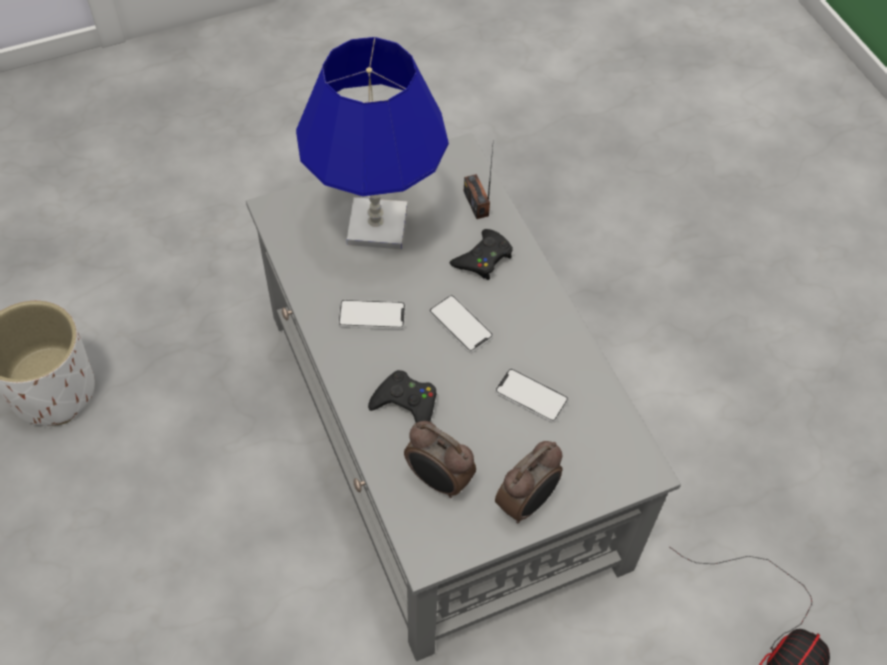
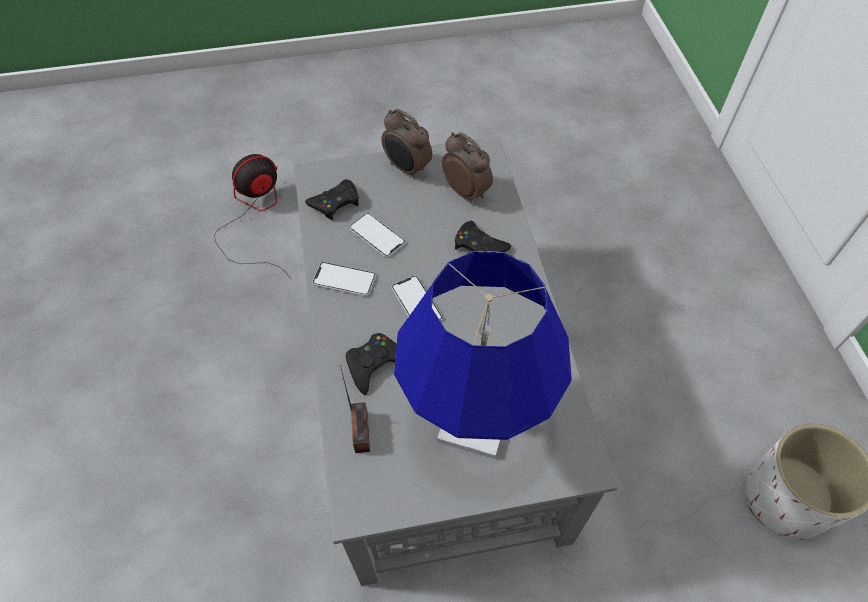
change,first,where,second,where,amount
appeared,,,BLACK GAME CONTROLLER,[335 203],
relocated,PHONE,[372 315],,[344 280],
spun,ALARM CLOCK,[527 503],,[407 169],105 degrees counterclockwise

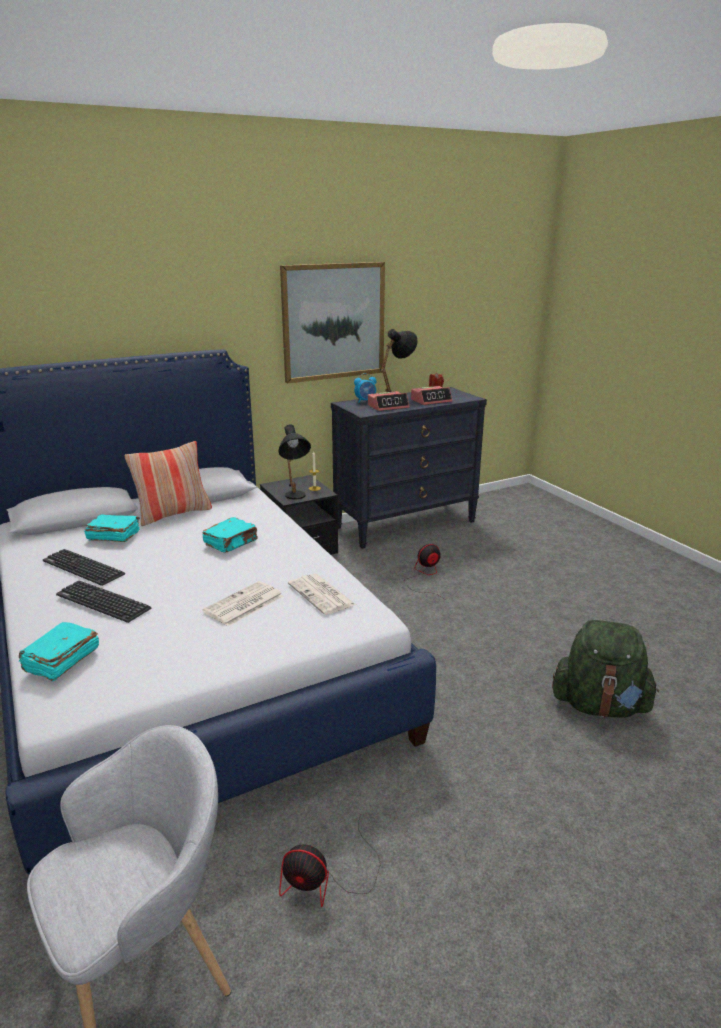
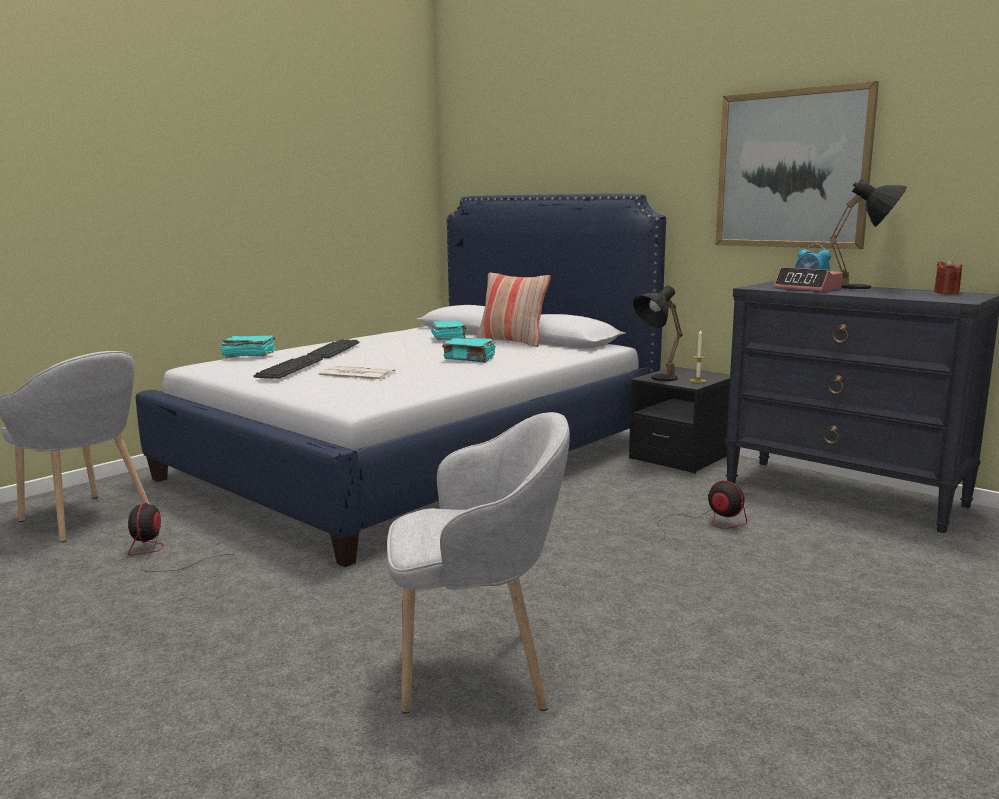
change,first,where,second,where,amount
relocated,KEYBOARD,[83 568],,[290 368],
exchanged,GREEN BACKPACK,[599 706],GREY ARMCHAIR,[479 671],
missing,NEWSPAPER,[322 595],,,
missing,ALARM CLOCK,[431 400],,,

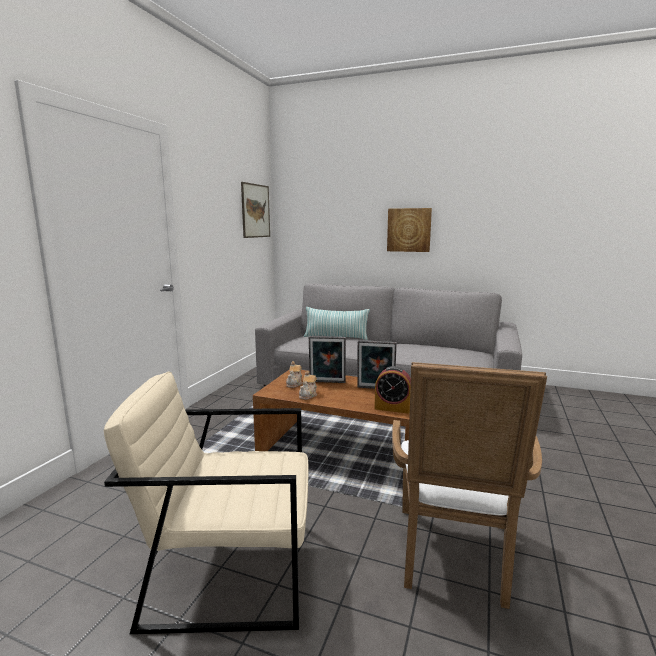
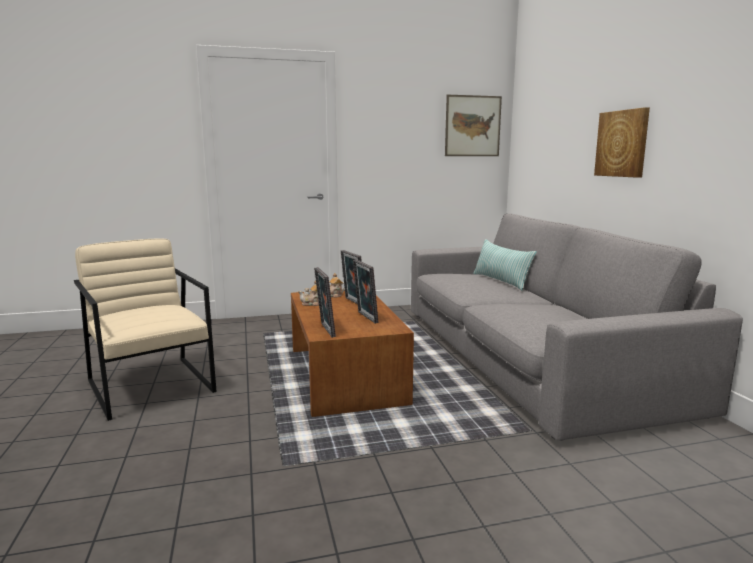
change,first,where,second,where,amount
exchanged,ALARM CLOCK,[392 408],PICTURE FRAME,[325 330],
missing,WHITE ARMCHAIR,[453 560],,,

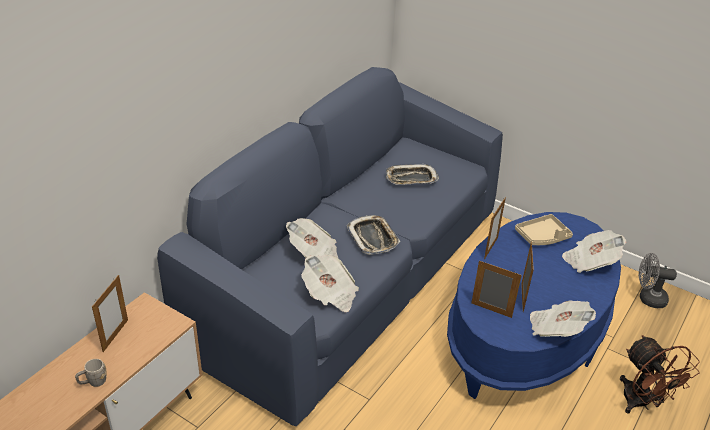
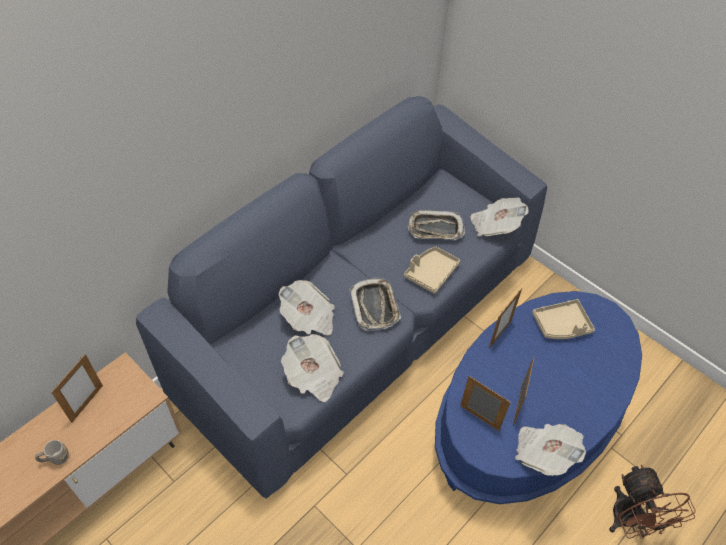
change,first,where,second,where,amount
appeared,,,BEIGE TRAY,[431 273],
relocated,NEWSPAPER,[590 262],,[495 226],
missing,GREY FAN,[648 298],,,

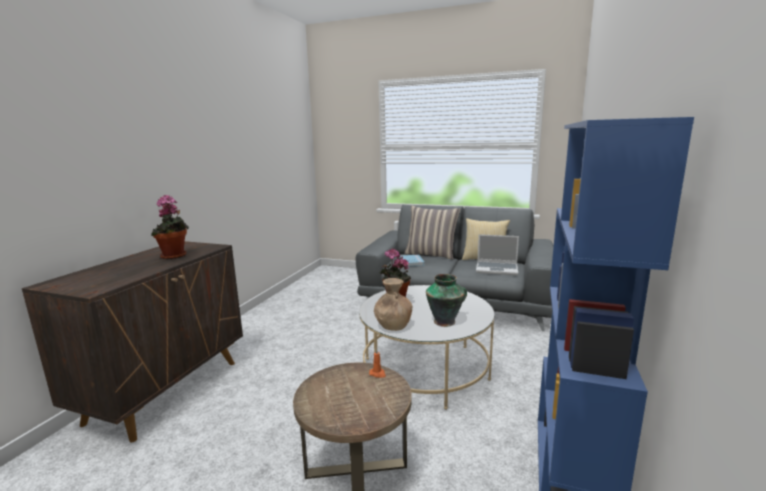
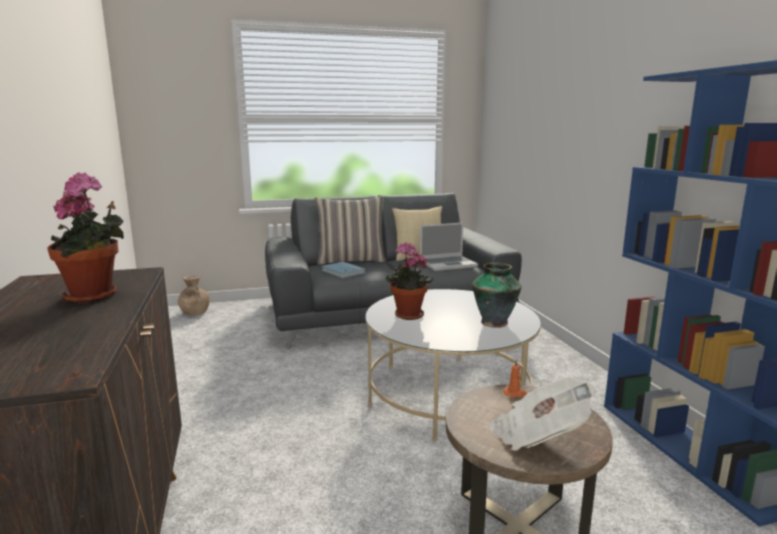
change,first,where,second,where,amount
relocated,BROWN VASE,[393 325],,[194 313],
appeared,,,NEWSPAPER,[537 435],

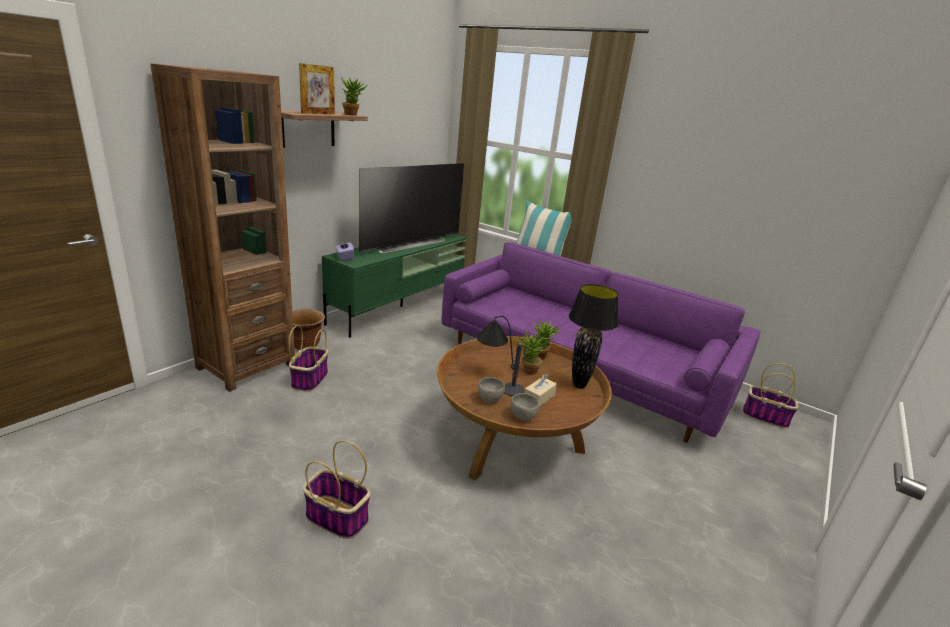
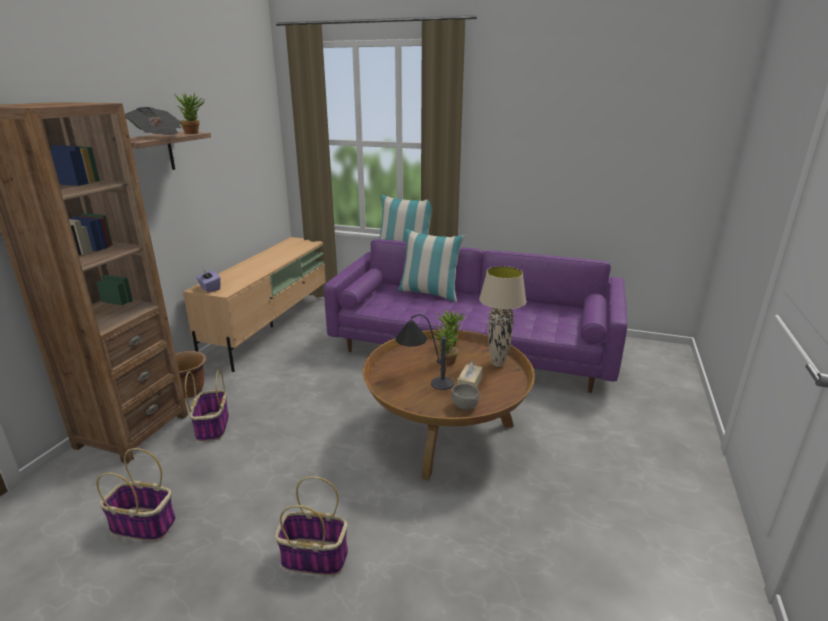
change,first,where,second,where,amount
relocated,BASKET,[765 417],,[145 525],
exchanged,PICTURE FRAME,[318 113],NEWSPAPER,[159 137],
colour,GREEN TV STAND,[402 306],BEIGE TV STAND,[273 326],
appeared,,,PILLOW,[429 293],
colour,BLACK TABLE LAMP,[579 385],BEIGE TABLE LAMP,[498 364],
missing,TELEVISION,[409 243],,,
missing,GREY BOWL,[489 399],,,

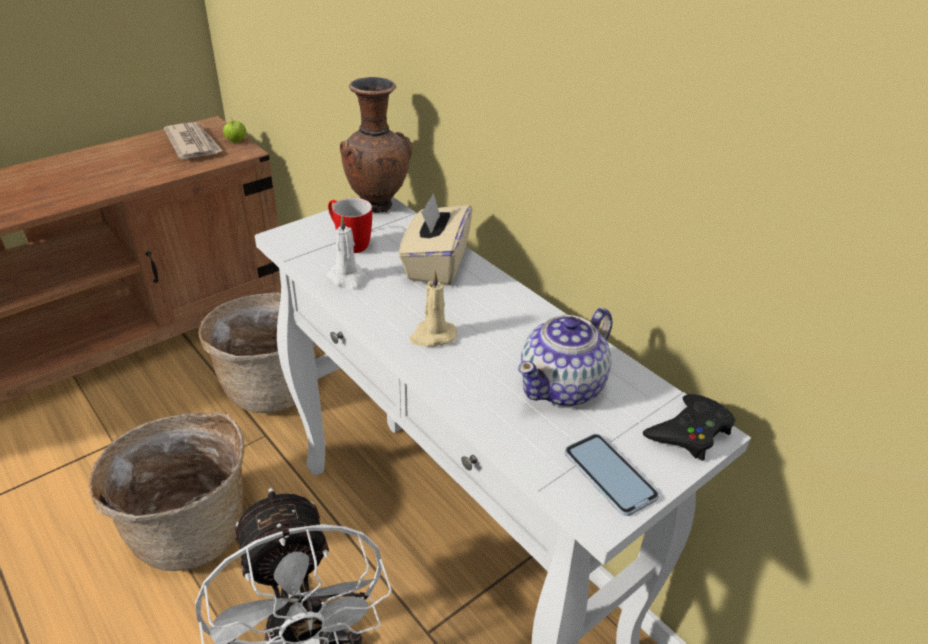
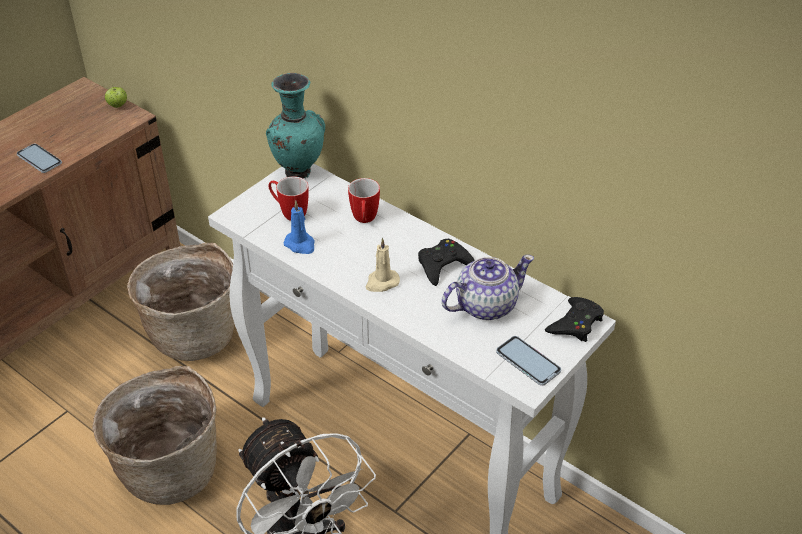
change,first,where,second,where,amount
appeared,,,PHONE,[39 159],
colour,BROWN VASE,[377 205],TURQUOISE VASE,[298 171],
colour,WHITE CANDLE,[348 278],BLUE CANDLE,[300 244],
exchanged,BEIGE TISSUE BOX,[435 264],MUG,[364 220],
appeared,,,BLACK GAME CONTROLLER,[443 265],
spun,TEAPOT,[563 386],,[485 305],150 degrees counterclockwise
missing,NEWSPAPER,[193 144],,,

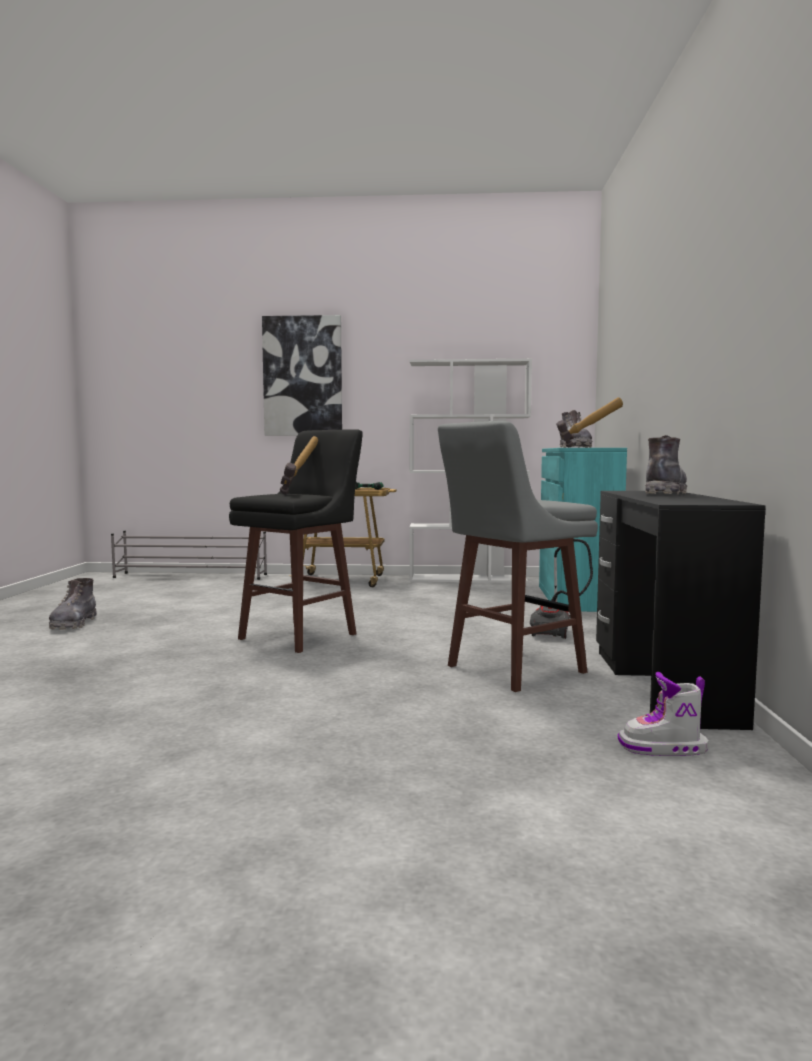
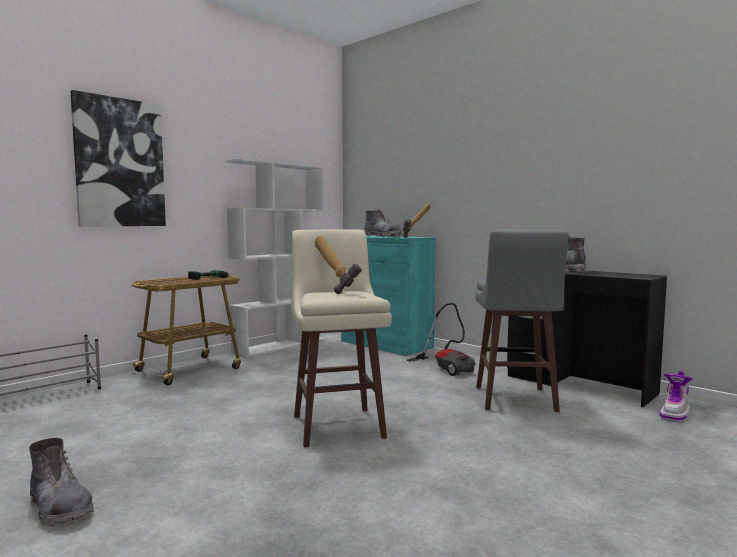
change,first,where,second,where,amount
colour,BLACK STOOL,[301 636],BEIGE STOOL,[338 425],

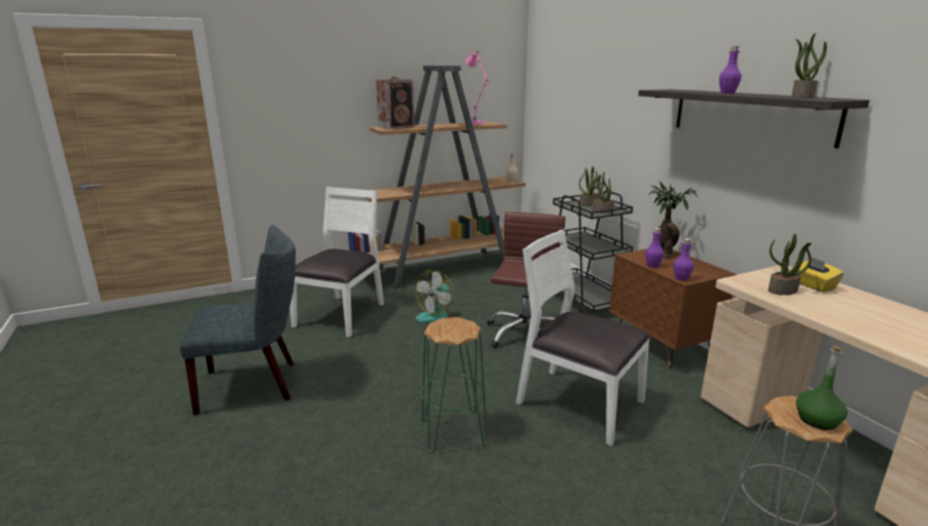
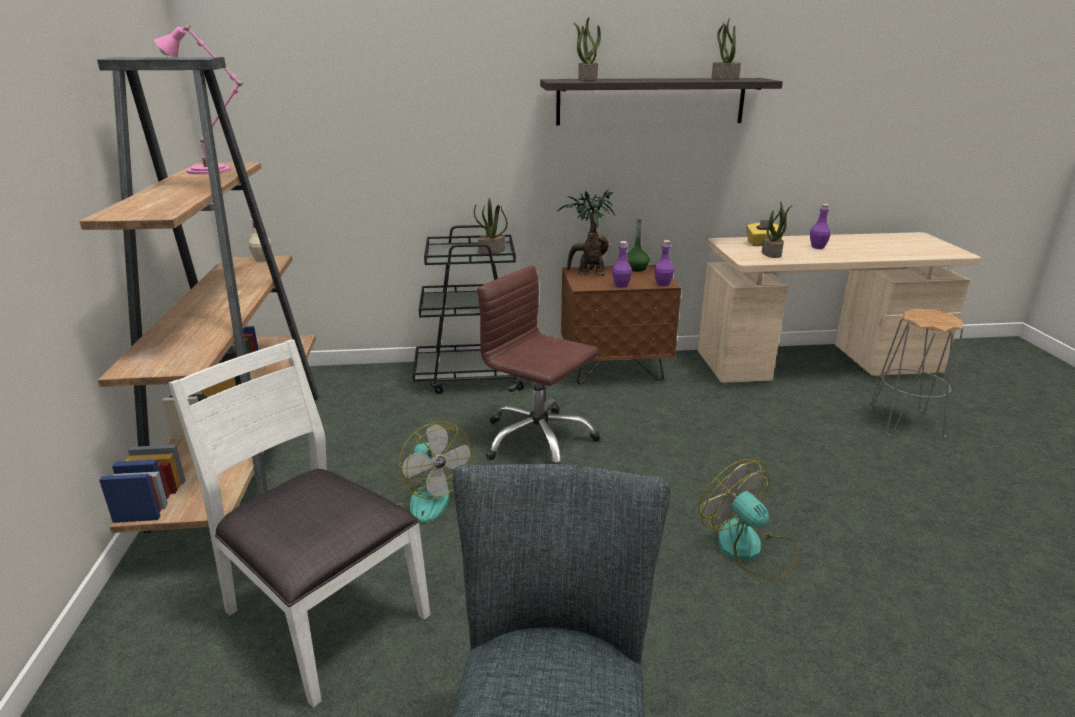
change,first,where,second,where,amount
relocated,POTTED PLANT,[589 204],,[587 79],
relocated,GREEN BOTTLE,[817 420],,[636 268],
exchanged,GREEN STOOL,[453 431],FAN,[749 549],
relocated,PURPLE BOTTLE,[727 93],,[817 247],
missing,SPEAKER,[397 127],,,
missing,WHITE CHAIR,[578 403],,,

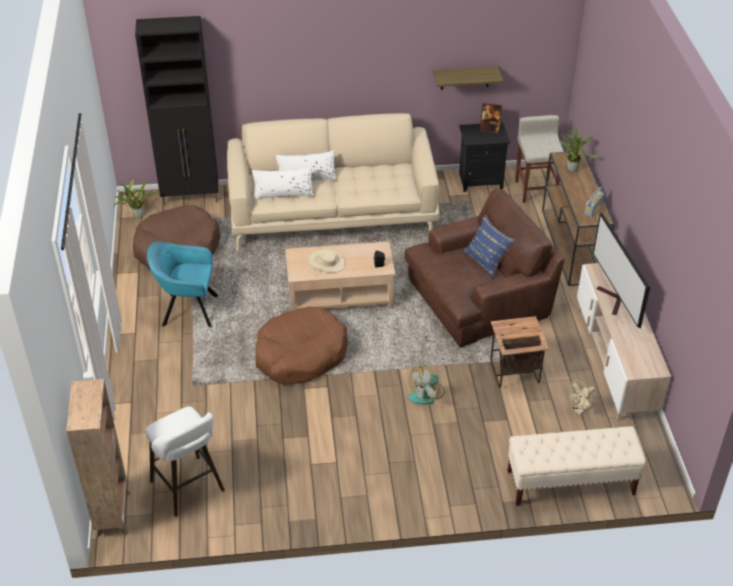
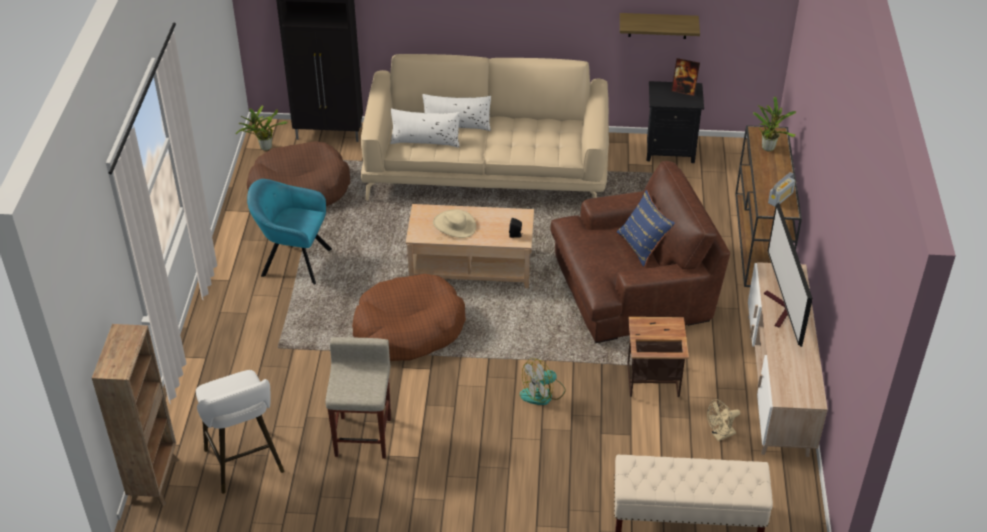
change,first,where,second,where,amount
relocated,BEIGE STOOL,[535 190],,[363 436],

